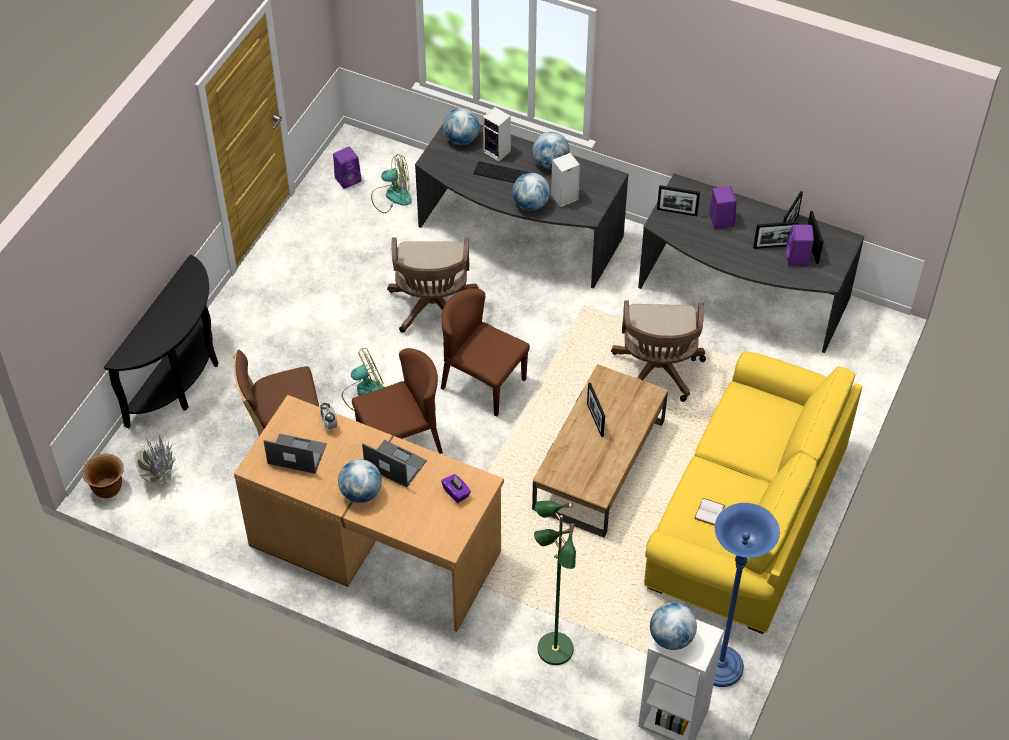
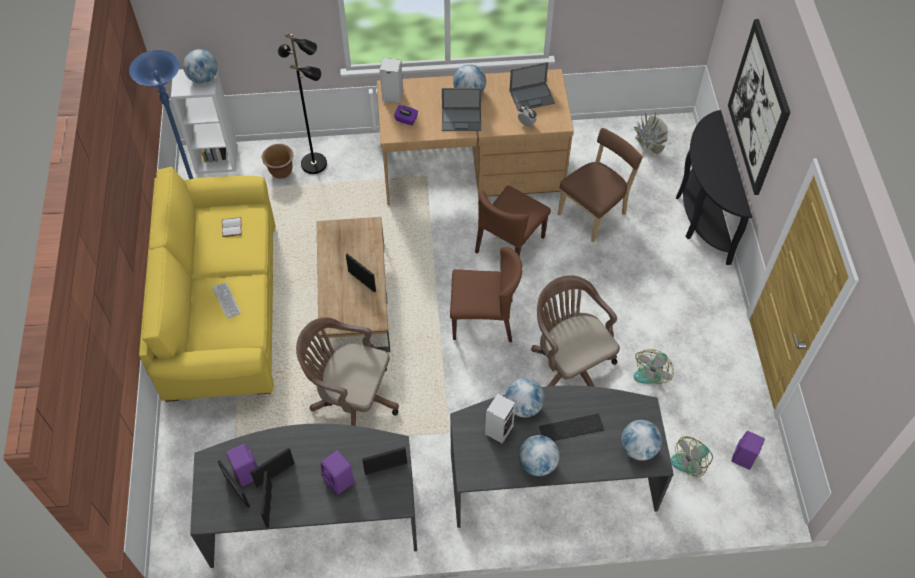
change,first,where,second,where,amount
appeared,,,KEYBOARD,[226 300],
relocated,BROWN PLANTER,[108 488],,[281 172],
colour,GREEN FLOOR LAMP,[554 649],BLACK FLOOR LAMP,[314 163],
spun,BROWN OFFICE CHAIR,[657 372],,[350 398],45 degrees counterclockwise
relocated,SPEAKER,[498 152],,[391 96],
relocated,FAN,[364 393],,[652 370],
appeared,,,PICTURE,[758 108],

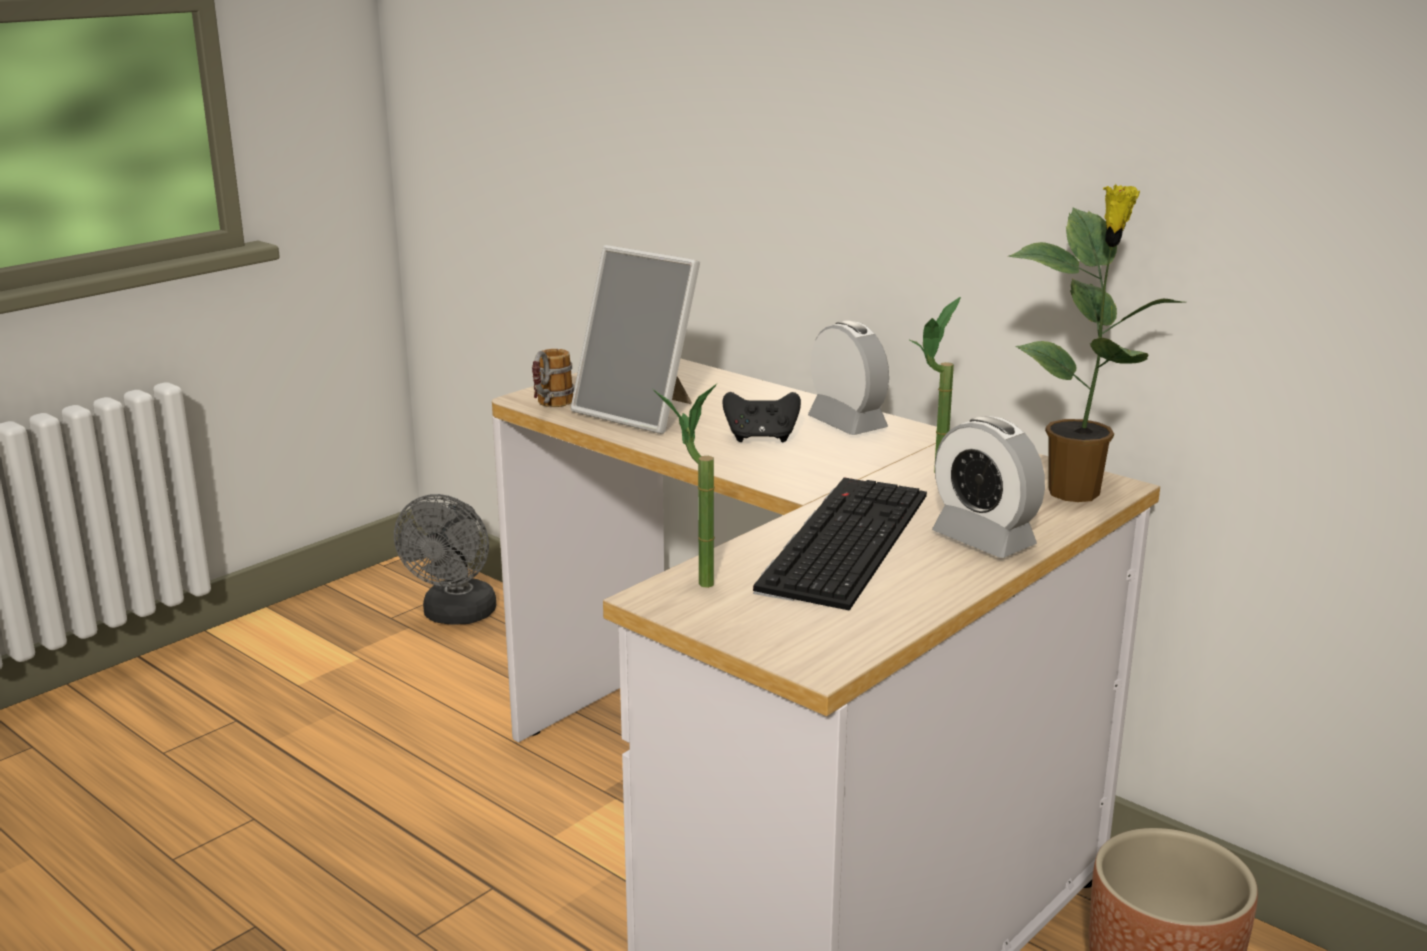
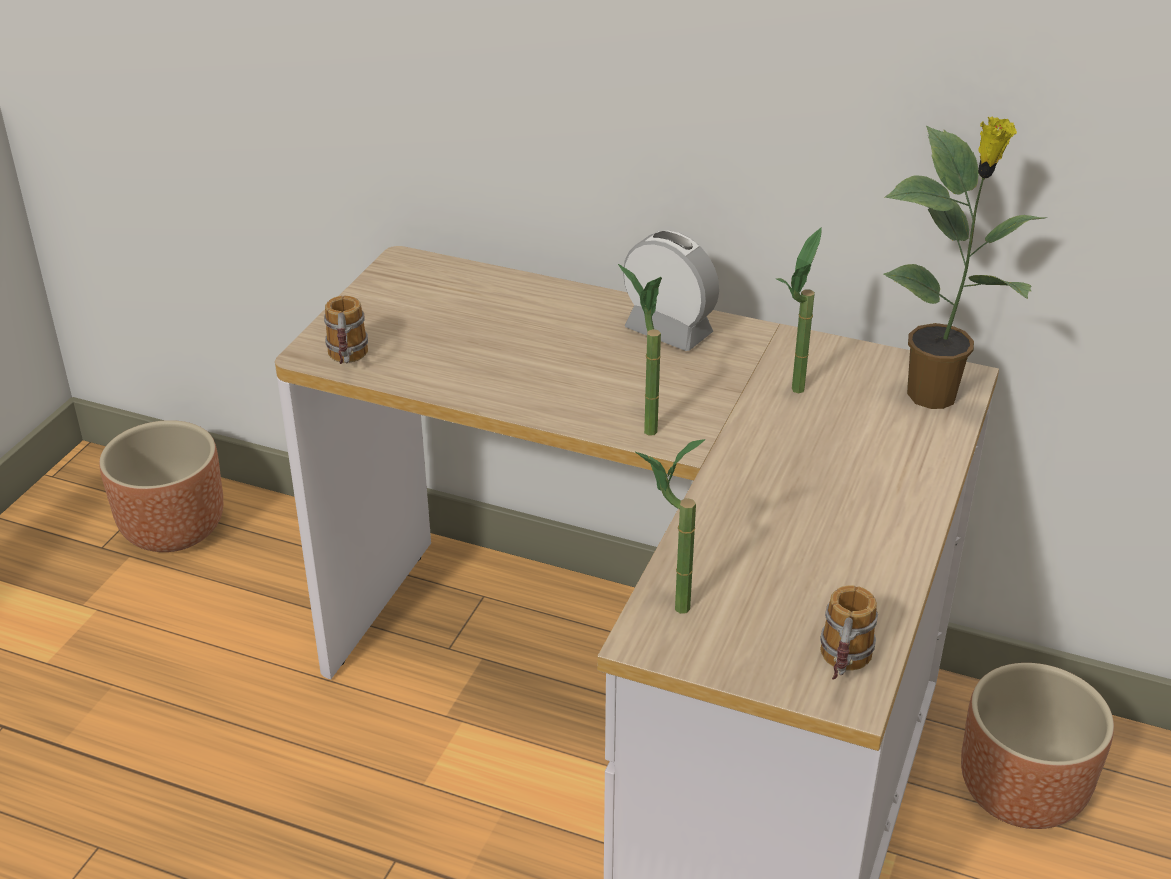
change,first,where,second,where,amount
exchanged,GREY FAN,[456 616],BROWN PLANTER,[175 529],
appeared,,,POTTED PLANT,[641 424],
appeared,,,MUG,[842 670],
missing,PICTURE FRAME,[641 413],,,
missing,BLACK GAME CONTROLLER,[761 438],,,
missing,KEYBOARD,[842 539],,,
missing,ALARM CLOCK,[983 540],,,

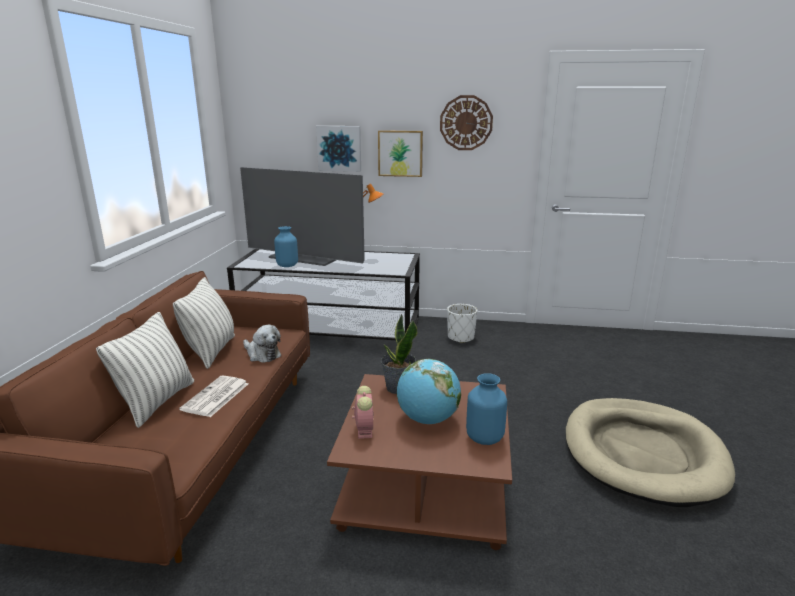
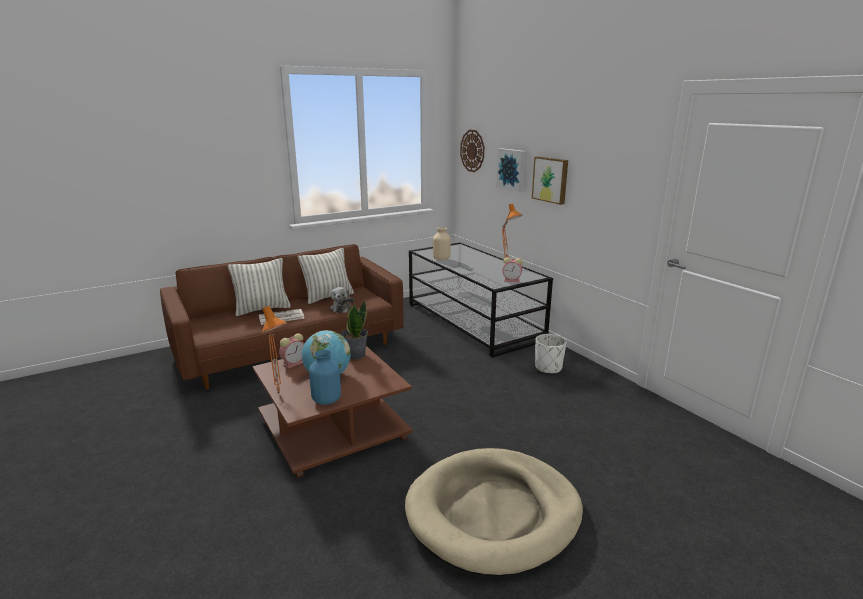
change,first,where,second,where,amount
appeared,,,ORANGE TABLE LAMP,[281 394],
colour,BLUE VASE,[287 265],BEIGE VASE,[441 259],
relocated,WALL CLOCK,[466 123],,[472 151],
appeared,,,ALARM CLOCK,[512 280],
missing,TELEVISION,[306 257],,,

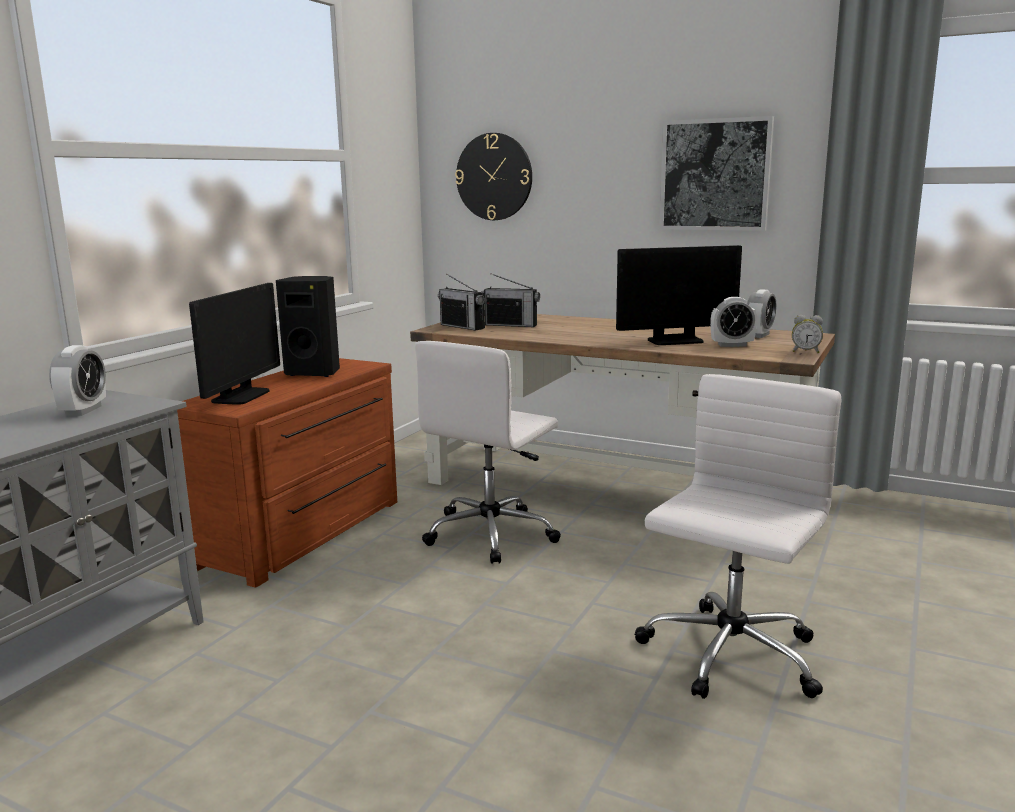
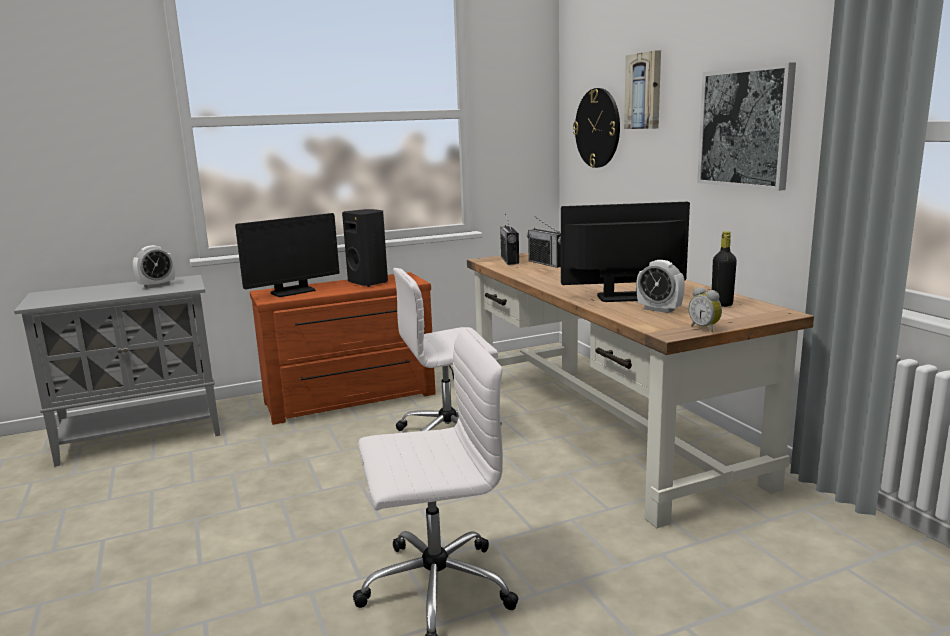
change,first,where,second,where,amount
spun,MONITOR,[675 341],,[623 297],150 degrees clockwise
appeared,,,PICTURE,[644 91],
exchanged,ALARM CLOCK,[759 335],BLACK BOTTLE,[721 304],

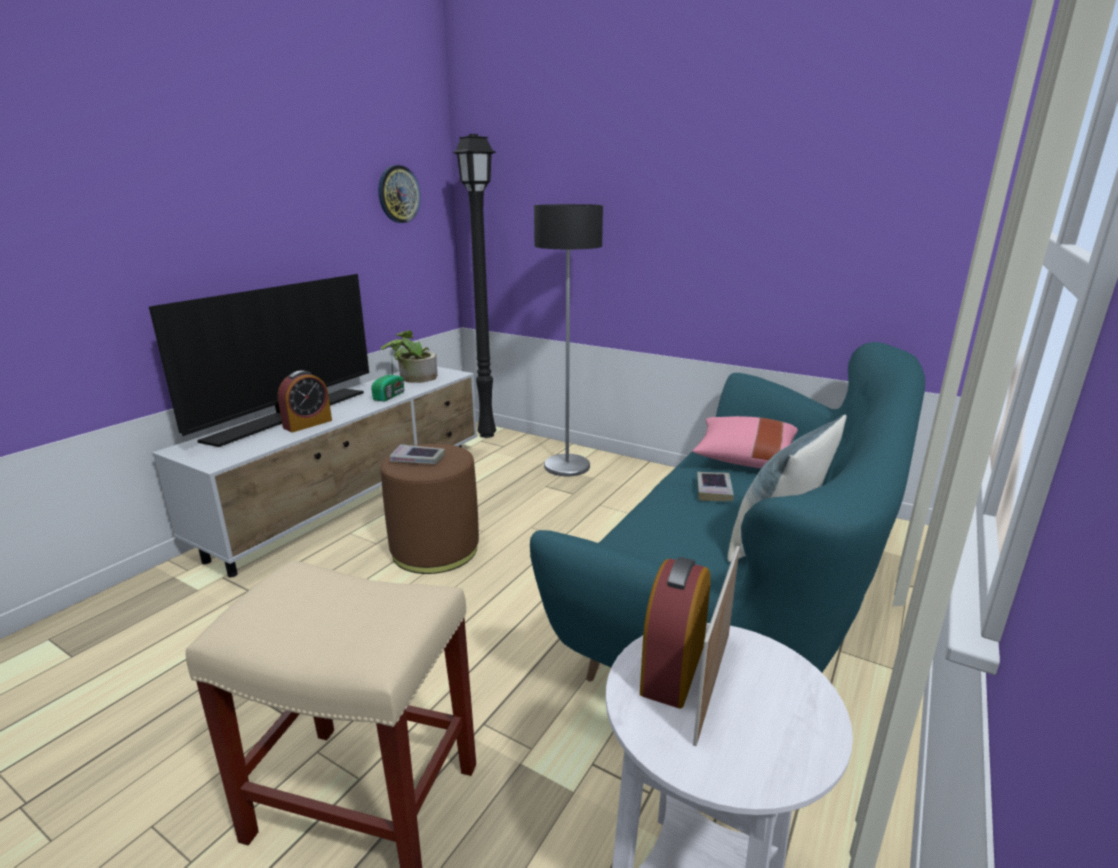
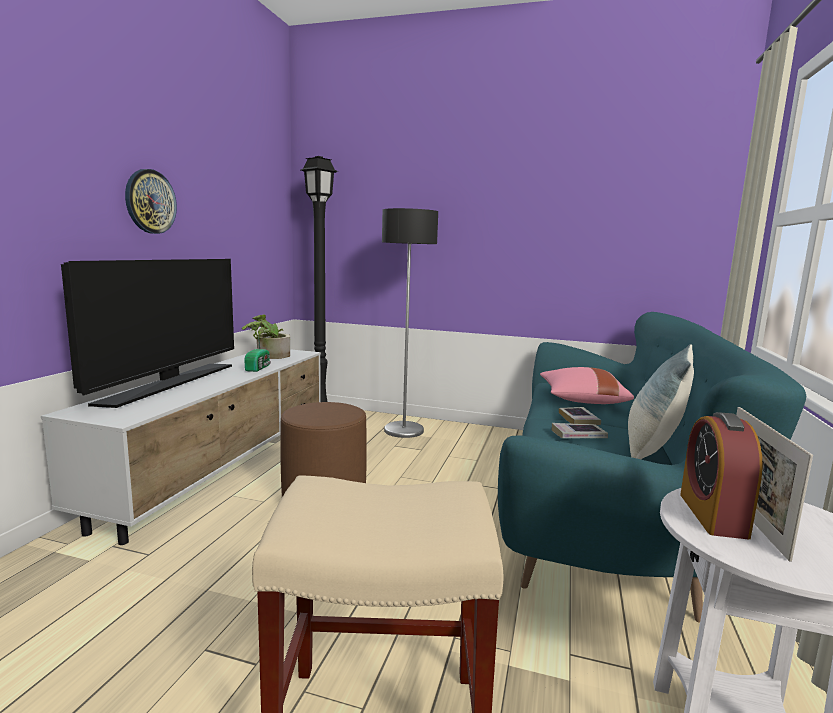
change,first,where,second,where,amount
relocated,WALL CLOCK,[398 194],,[150 201],
relocated,BOOK,[417 459],,[578 435],
missing,ALARM CLOCK,[307 424],,,

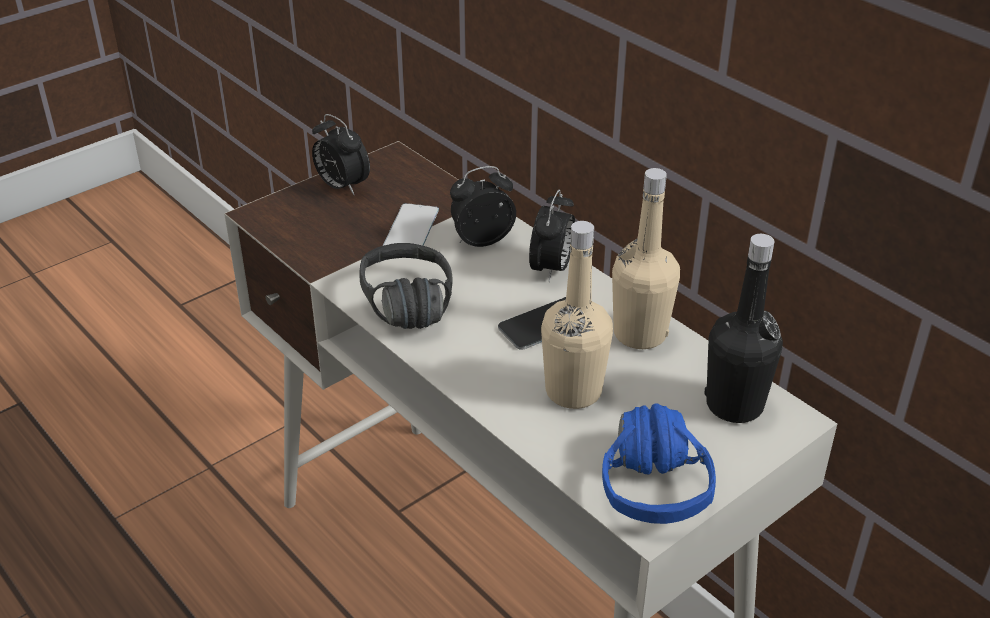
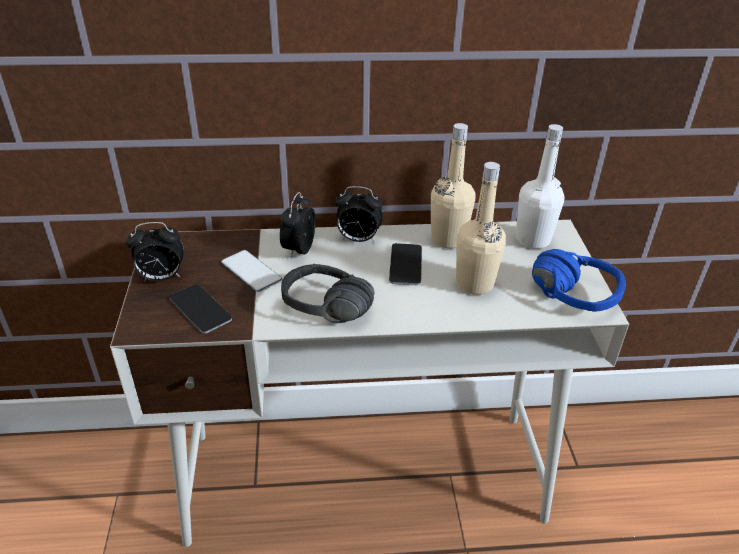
change,first,where,second,where,amount
appeared,,,PHONE,[200 309],
spun,ALARM CLOCK,[551 269],,[358 239],135 degrees clockwise
colour,BLACK BOTTLE,[734 405],WHITE BOTTLE,[532 239],

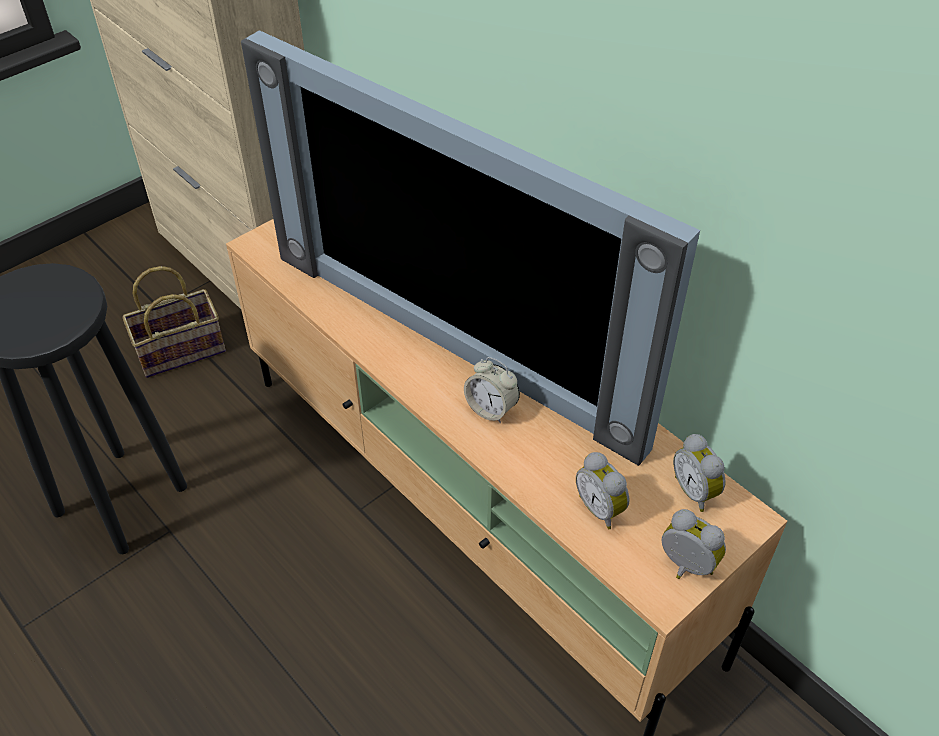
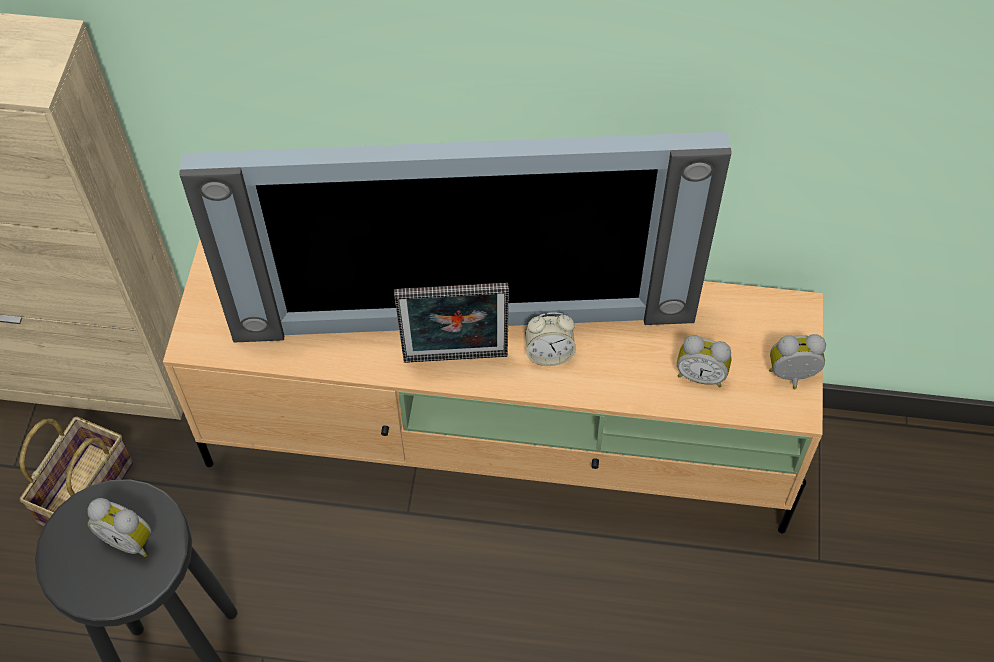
change,first,where,second,where,amount
relocated,ALARM CLOCK,[696 491],,[130 539],
appeared,,,PICTURE FRAME,[455 361],

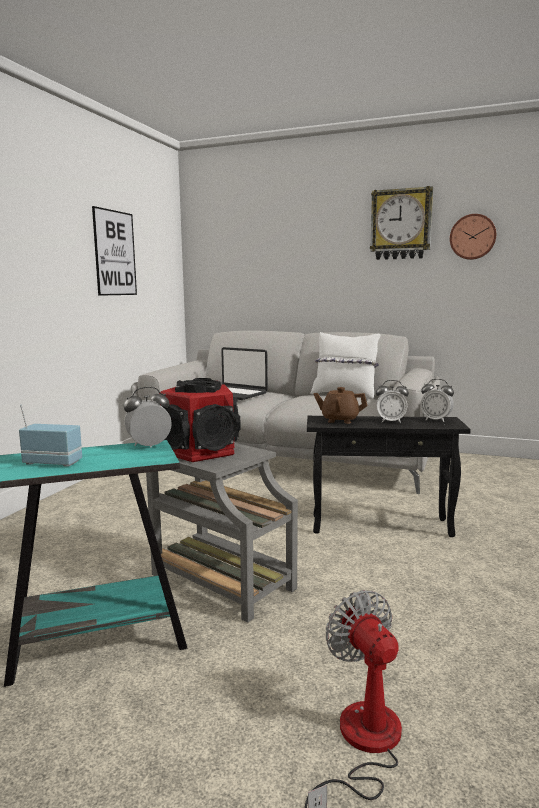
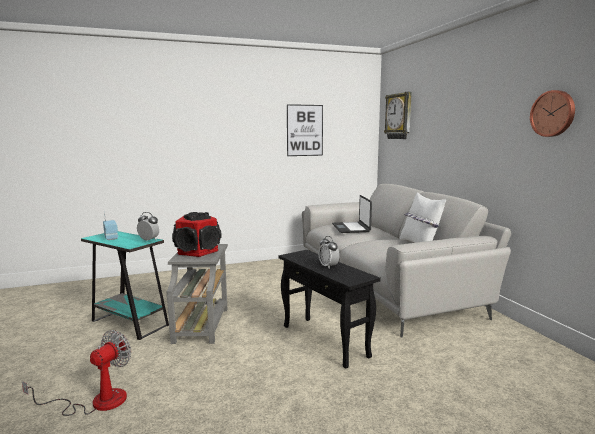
change,first,where,second,where,amount
relocated,WALL CLOCK,[401 224],,[399 116],
missing,BROWN TEAPOT,[339 420],,,
missing,ALARM CLOCK,[436 420],,,

